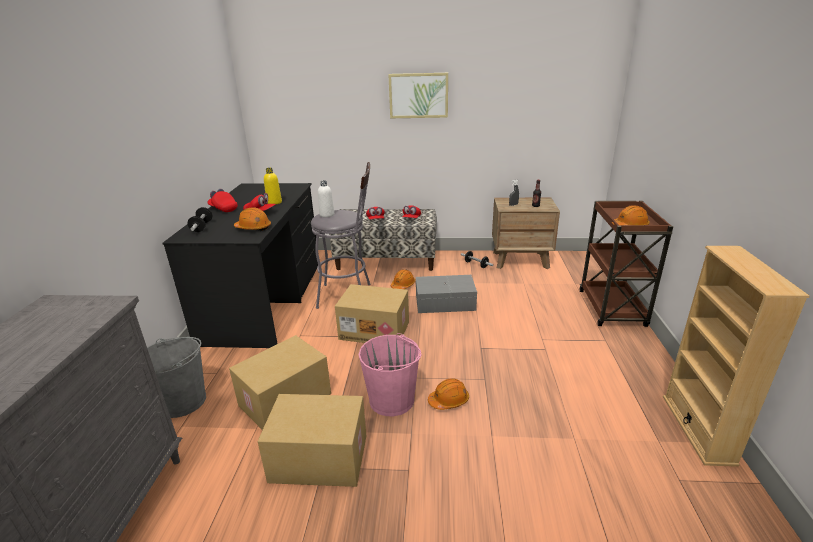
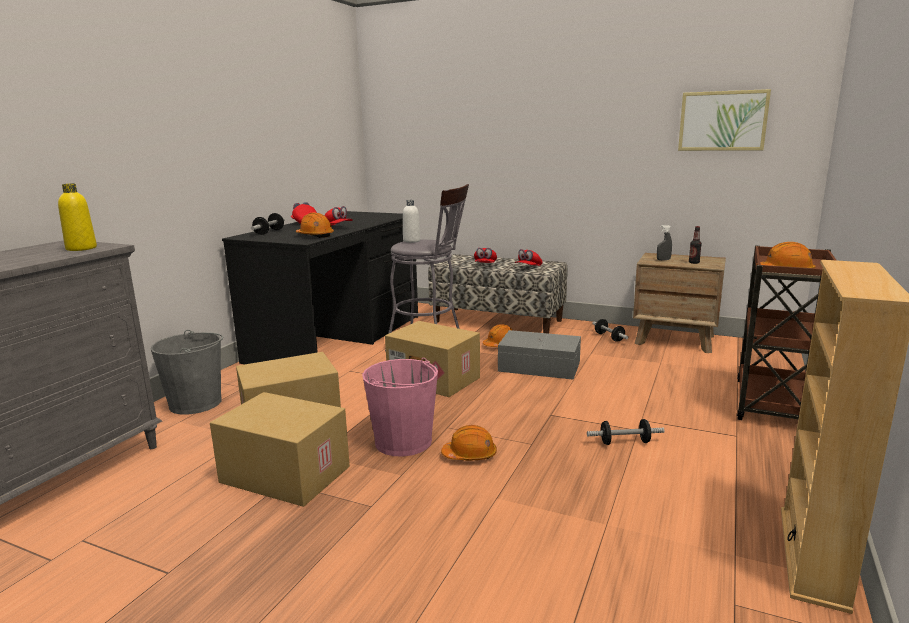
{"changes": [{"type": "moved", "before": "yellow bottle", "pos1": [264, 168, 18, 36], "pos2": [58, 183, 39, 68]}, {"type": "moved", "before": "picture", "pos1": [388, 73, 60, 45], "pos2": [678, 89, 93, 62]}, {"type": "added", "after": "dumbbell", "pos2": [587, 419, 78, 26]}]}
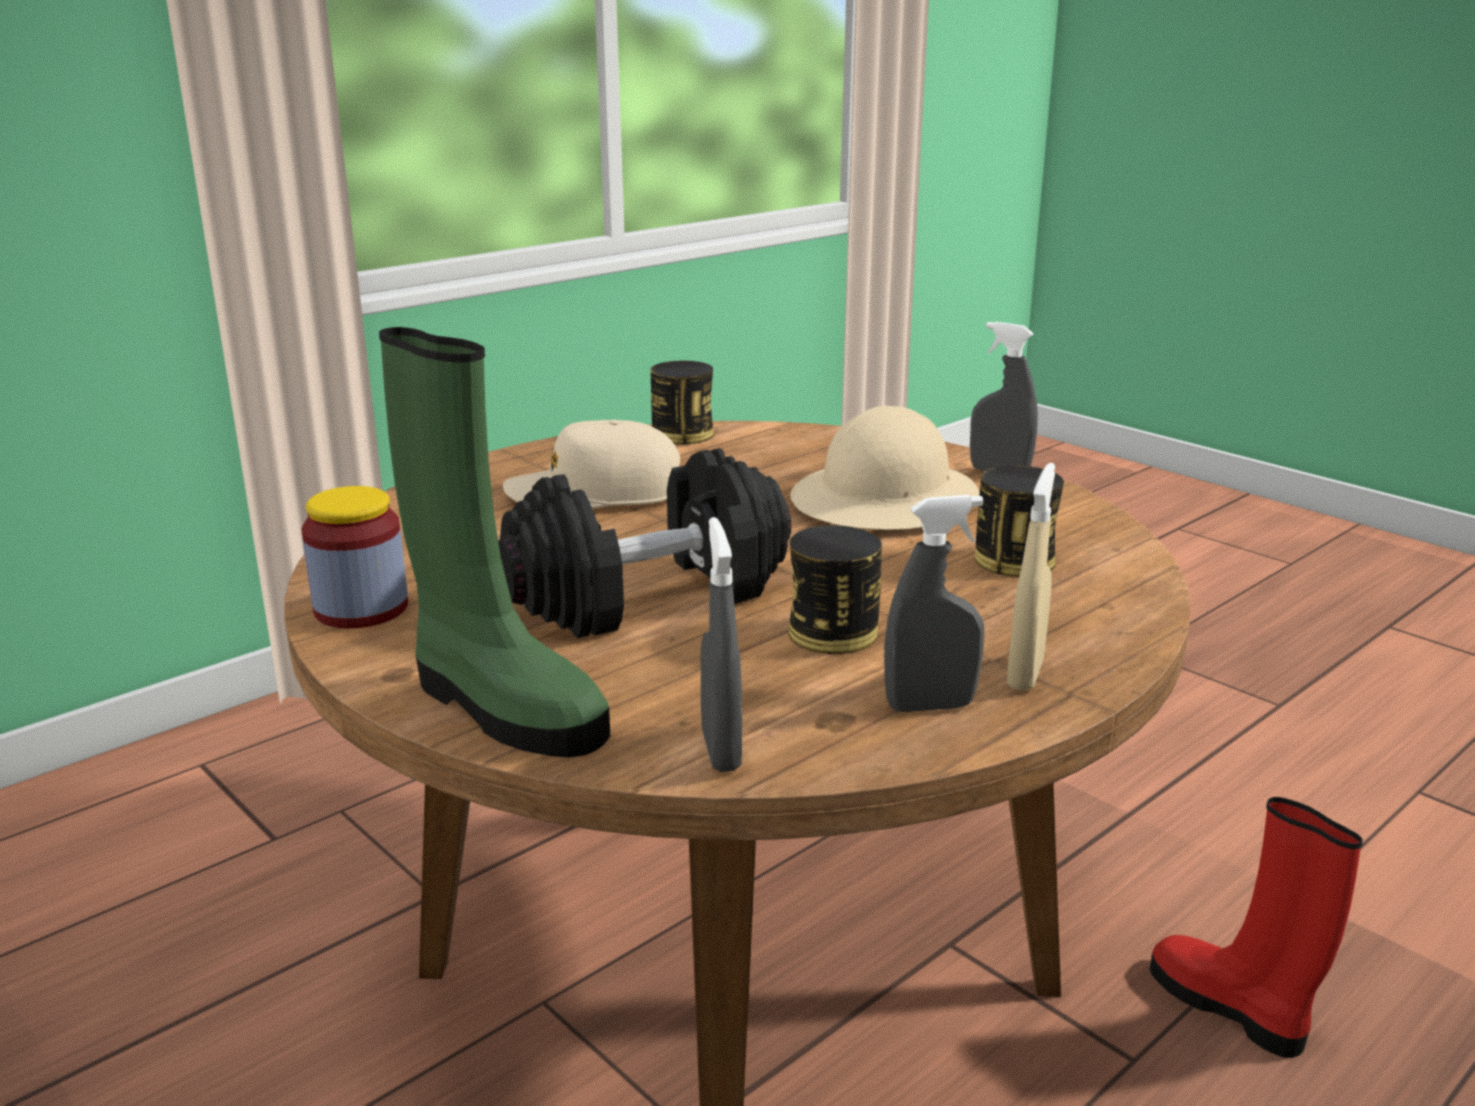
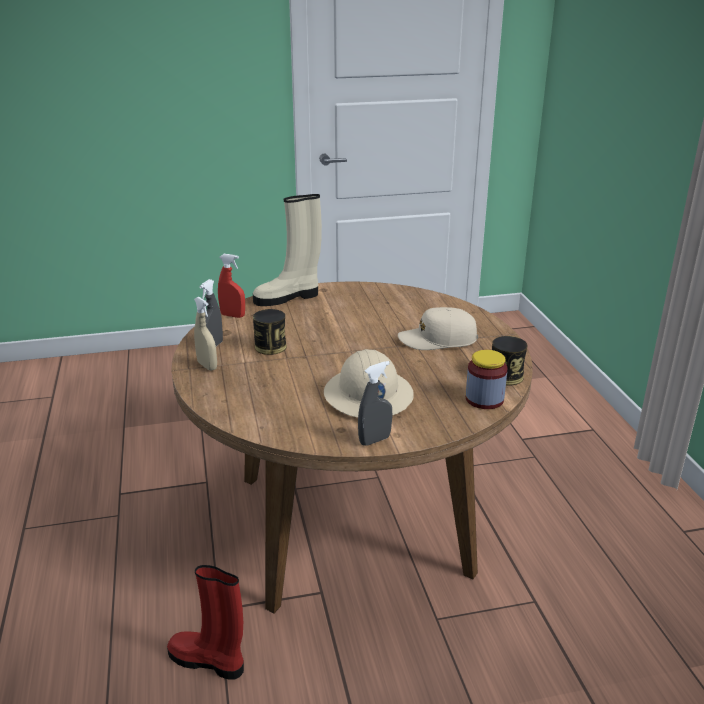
{"changes": [{"type": "moved", "before": "jar", "pos1": [301, 486, 107, 142], "pos2": [466, 350, 42, 59]}, {"type": "recoloured", "before": "green boot", "after": "beige boot", "pos1": [379, 327, 231, 430], "pos2": [253, 194, 69, 112]}, {"type": "removed", "before": "black dumbbell", "pos1": [498, 448, 293, 190]}, {"type": "turned", "before": "beige cap", "pos1": [503, 420, 177, 89], "pos2": [398, 307, 80, 43], "turn": -120}, {"type": "recoloured", "before": "grey spray bottle", "after": "red spray bottle", "pos1": [701, 517, 41, 255], "pos2": [218, 254, 27, 64]}, {"type": "removed", "before": "can", "pos1": [975, 465, 89, 112]}, {"type": "turned", "before": "red boot", "pos1": [1150, 797, 213, 261], "pos2": [167, 565, 77, 115], "turn": -150}]}
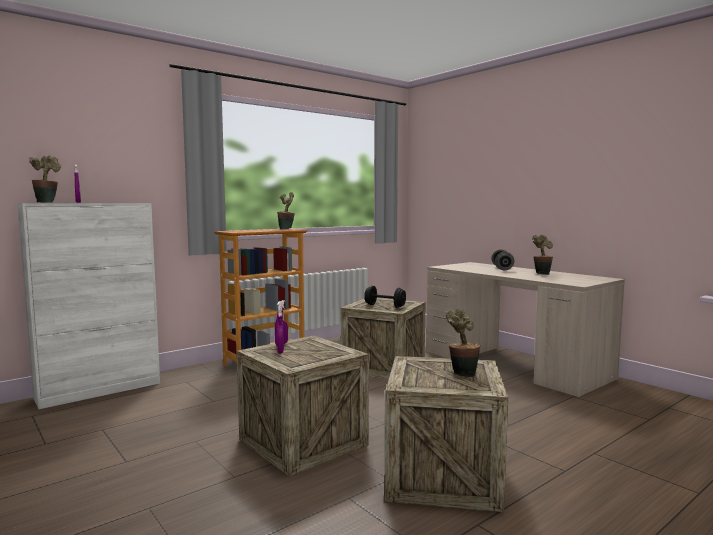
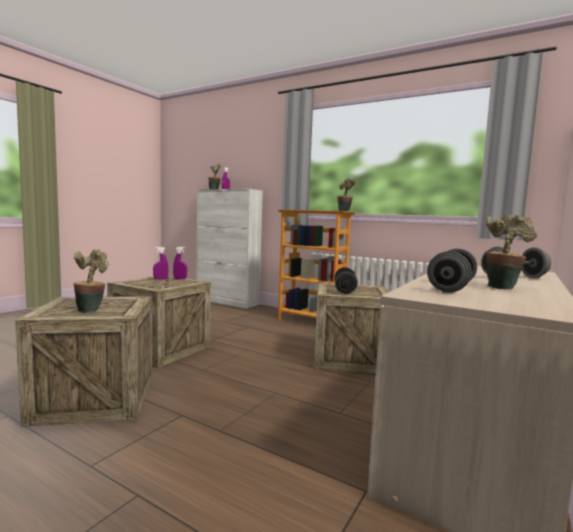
{"changes": [{"type": "added", "after": "grey dumbbell", "pos2": [427, 248, 50, 44]}]}
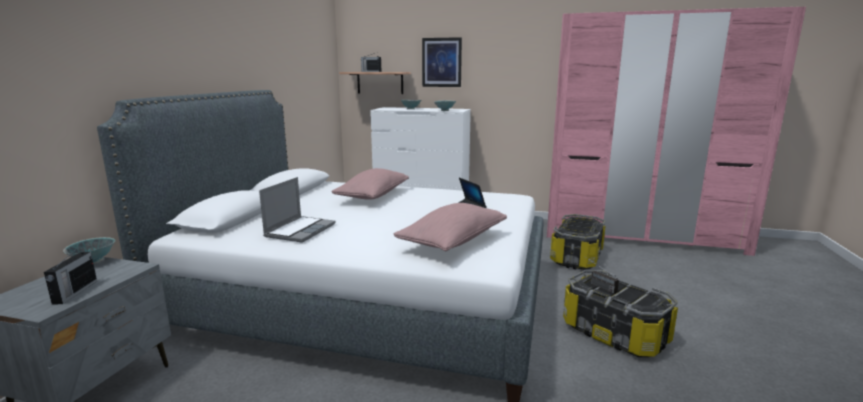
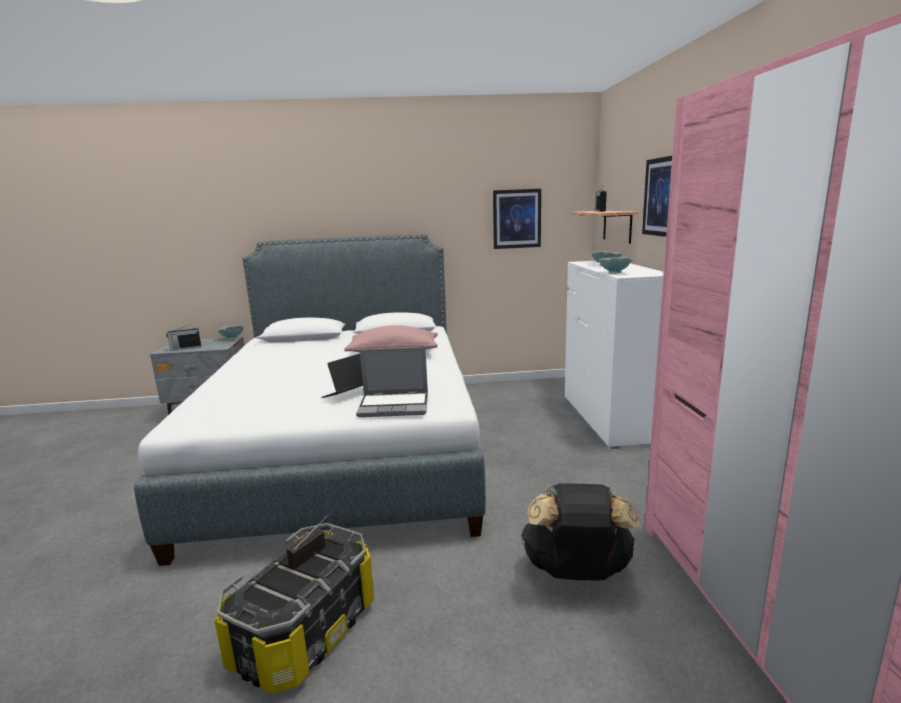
{"changes": [{"type": "moved", "before": "laptop", "pos1": [259, 177, 77, 66], "pos2": [356, 347, 72, 70]}, {"type": "removed", "before": "pink pillow", "pos1": [394, 203, 113, 48]}, {"type": "replaced", "before": "storage box", "after": "black backpack", "pos1": [550, 214, 56, 56], "pos2": [521, 483, 118, 98]}, {"type": "added", "after": "picture", "pos2": [493, 189, 48, 60]}]}
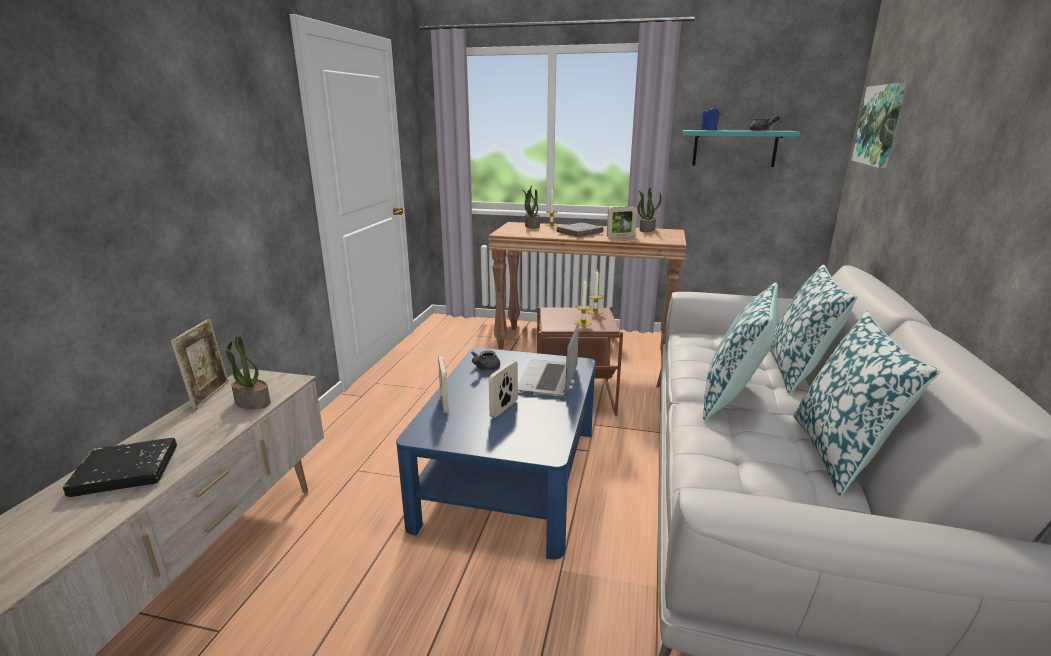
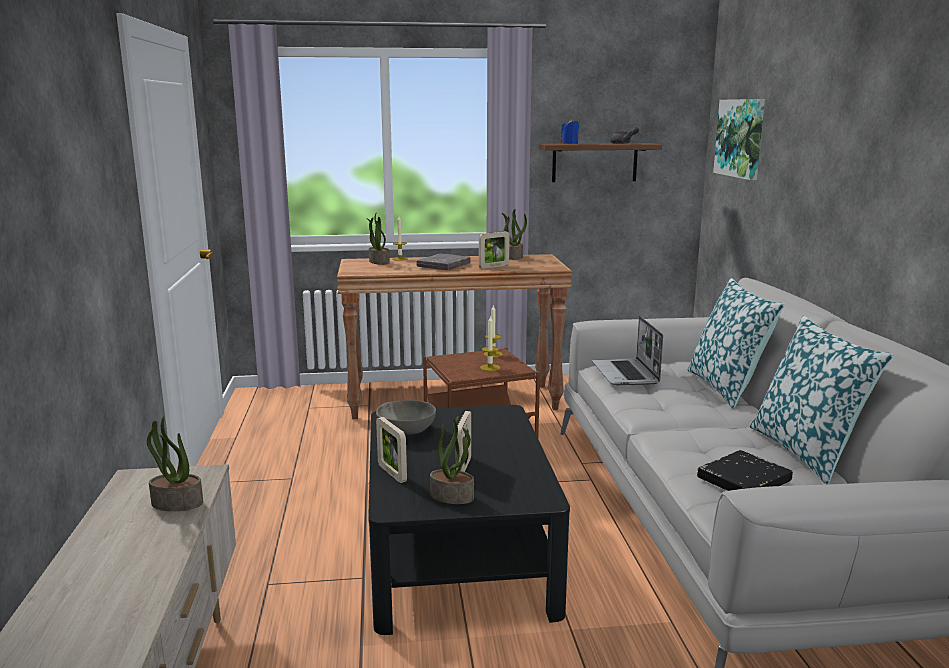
{"changes": [{"type": "moved", "before": "black book", "pos1": [63, 438, 114, 59], "pos2": [697, 450, 96, 41]}, {"type": "removed", "before": "picture frame", "pos1": [171, 319, 58, 91]}, {"type": "recoloured", "before": "blue coffee table", "after": "black coffee table", "pos1": [396, 348, 199, 212], "pos2": [368, 405, 202, 230]}, {"type": "replaced", "before": "grey teapot", "after": "grey bowl", "pos1": [471, 350, 29, 21], "pos2": [376, 400, 60, 34]}, {"type": "moved", "before": "laptop", "pos1": [518, 323, 61, 74], "pos2": [592, 316, 71, 69]}, {"type": "recoloured", "before": "turquoise shelf", "after": "brown shelf", "pos1": [682, 130, 118, 37], "pos2": [539, 143, 123, 39]}, {"type": "removed", "before": "pillow", "pos1": [703, 282, 75, 138]}, {"type": "added", "after": "potted plant", "pos2": [430, 416, 44, 88]}]}
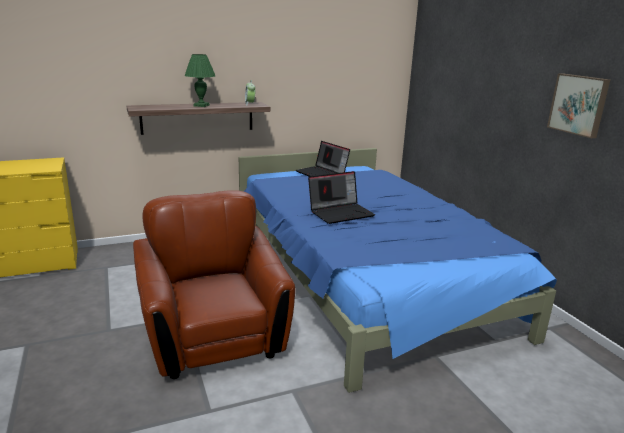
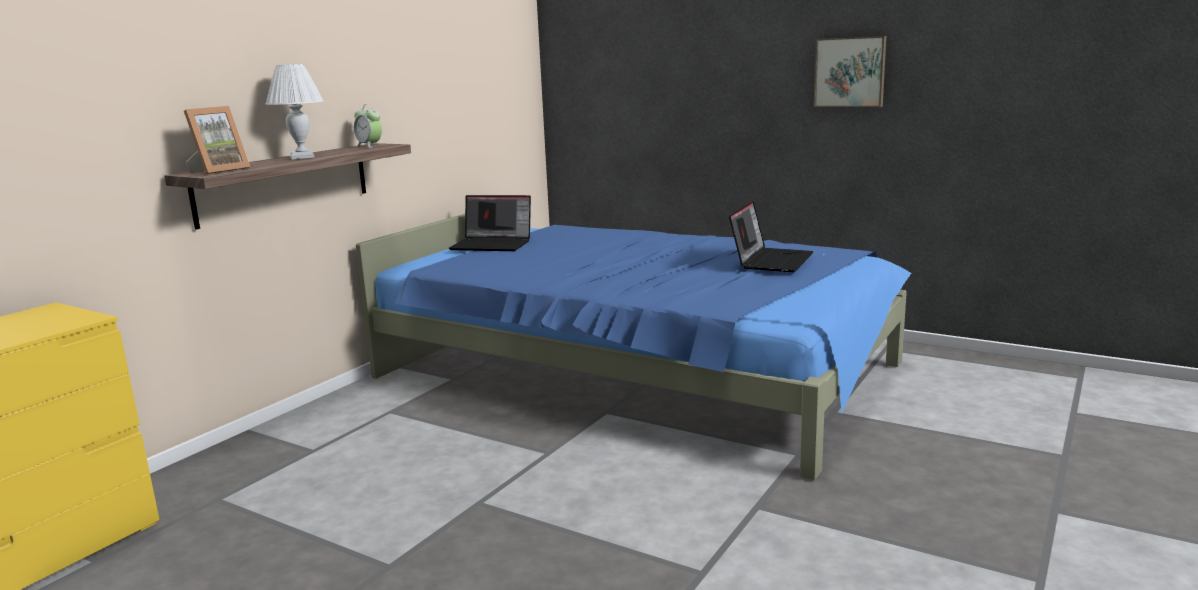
{"changes": [{"type": "removed", "before": "brown armchair", "pos1": [133, 190, 162, 189]}, {"type": "recoloured", "before": "green table lamp", "after": "white table lamp", "pos1": [185, 54, 30, 53], "pos2": [266, 64, 58, 95]}, {"type": "moved", "before": "laptop", "pos1": [308, 171, 67, 53], "pos2": [729, 201, 85, 71]}, {"type": "added", "after": "picture frame", "pos2": [184, 106, 66, 68]}]}
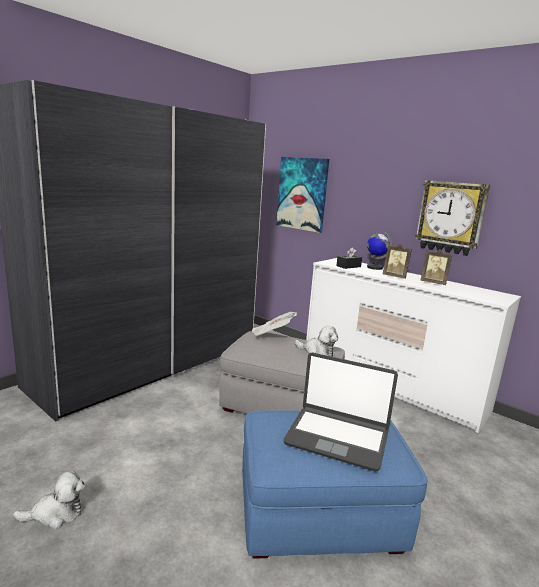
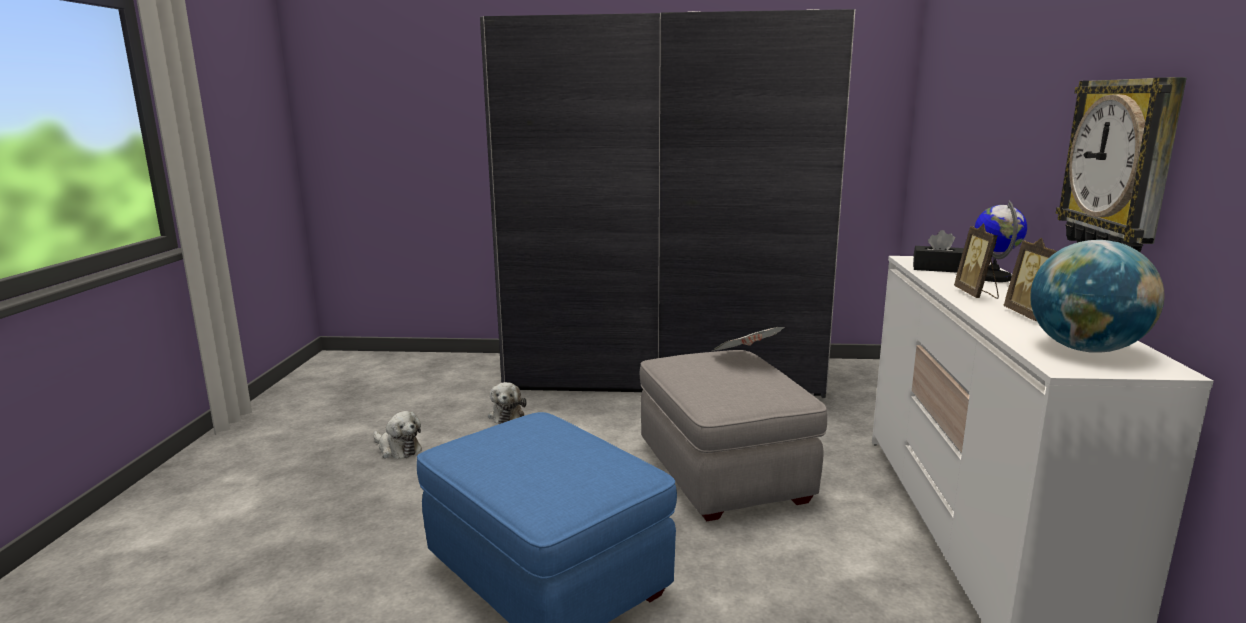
{"changes": [{"type": "removed", "before": "picture", "pos1": [276, 157, 53, 76]}, {"type": "removed", "before": "laptop", "pos1": [283, 353, 115, 118]}, {"type": "moved", "before": "plush toy", "pos1": [295, 326, 43, 31], "pos2": [488, 382, 39, 42]}, {"type": "added", "after": "globe", "pos2": [1030, 240, 135, 113]}]}
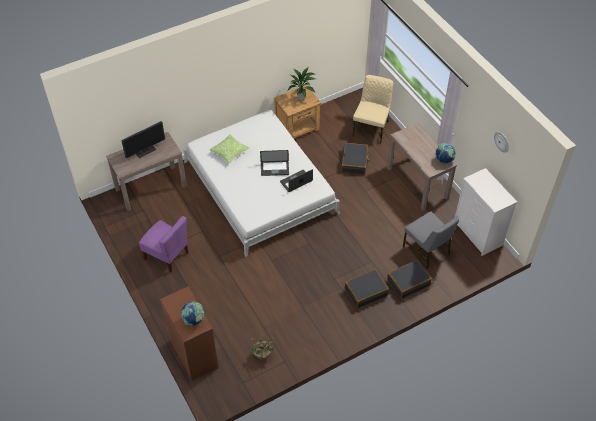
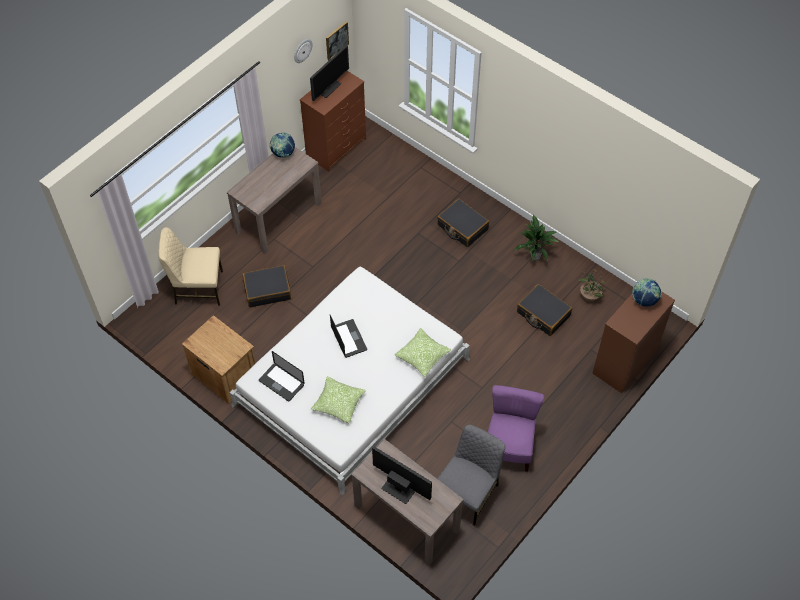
{"changes": [{"type": "moved", "before": "laptop", "pos1": [280, 169, 33, 23], "pos2": [259, 351, 46, 50]}, {"type": "moved", "before": "potted plant", "pos1": [288, 67, 29, 34], "pos2": [514, 214, 44, 47]}, {"type": "moved", "before": "black suitcase", "pos1": [387, 260, 45, 39], "pos2": [517, 284, 55, 52]}, {"type": "moved", "before": "grey chair", "pos1": [403, 211, 56, 58], "pos2": [437, 425, 68, 101]}, {"type": "recoloured", "before": "white dresser", "after": "brown dresser", "pos1": [455, 168, 62, 88], "pos2": [300, 71, 66, 101]}, {"type": "added", "after": "monitor", "pos2": [310, 45, 39, 56]}, {"type": "added", "after": "picture", "pos2": [326, 21, 23, 39]}, {"type": "added", "after": "pillow", "pos2": [394, 328, 57, 49]}]}
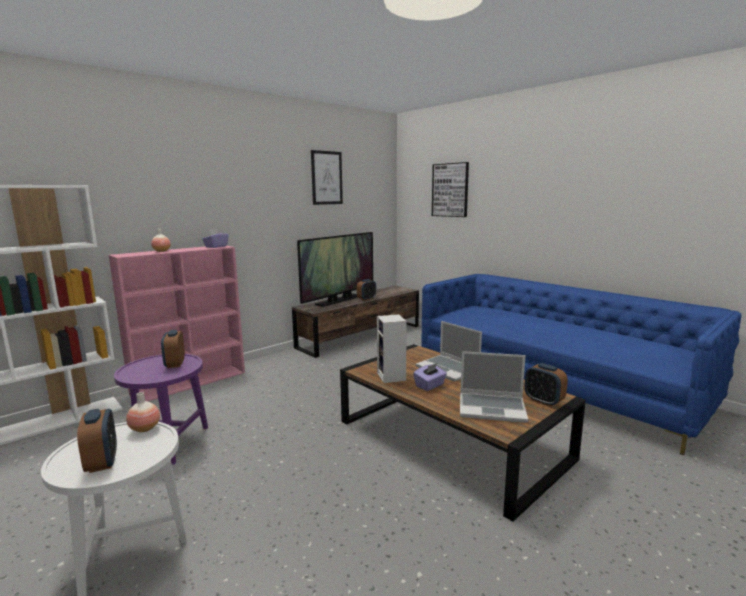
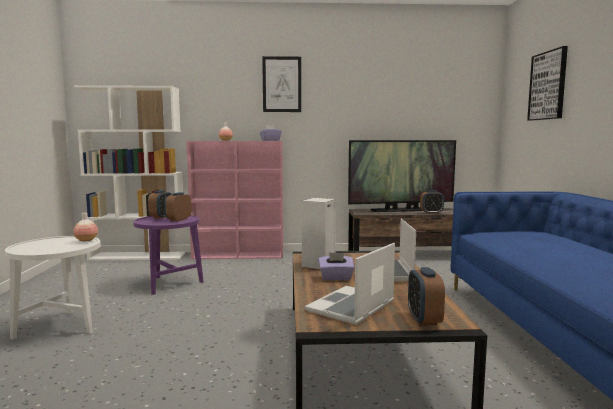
{"changes": [{"type": "moved", "before": "alarm clock", "pos1": [77, 409, 40, 64], "pos2": [148, 190, 24, 29]}, {"type": "moved", "before": "picture", "pos1": [311, 150, 32, 55], "pos2": [262, 56, 39, 56]}, {"type": "turned", "before": "laptop", "pos1": [460, 351, 68, 72], "pos2": [305, 243, 90, 82], "turn": 75}]}
